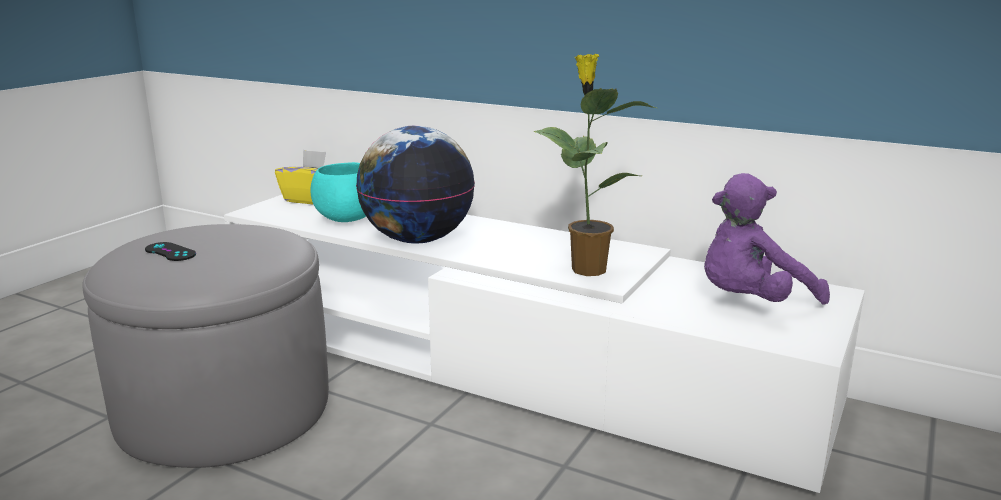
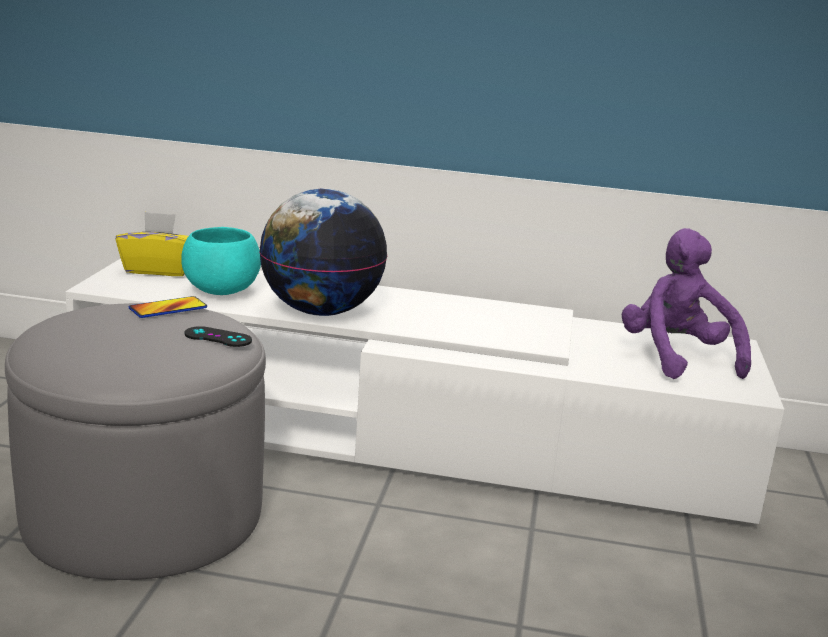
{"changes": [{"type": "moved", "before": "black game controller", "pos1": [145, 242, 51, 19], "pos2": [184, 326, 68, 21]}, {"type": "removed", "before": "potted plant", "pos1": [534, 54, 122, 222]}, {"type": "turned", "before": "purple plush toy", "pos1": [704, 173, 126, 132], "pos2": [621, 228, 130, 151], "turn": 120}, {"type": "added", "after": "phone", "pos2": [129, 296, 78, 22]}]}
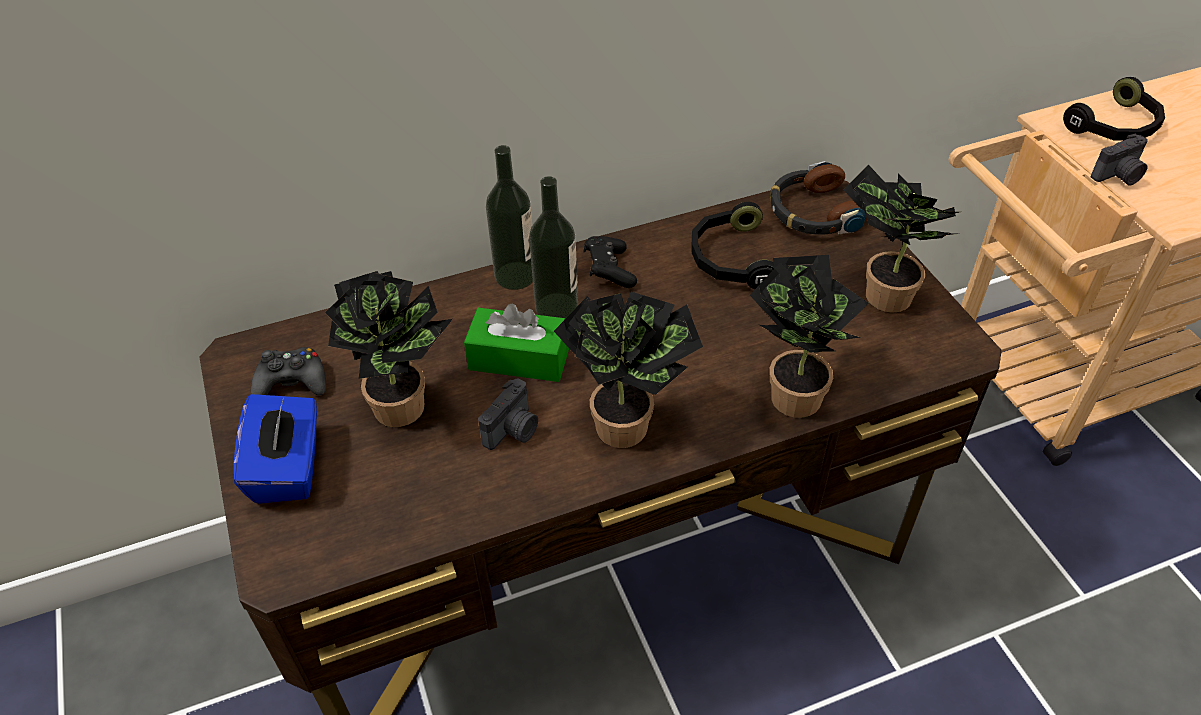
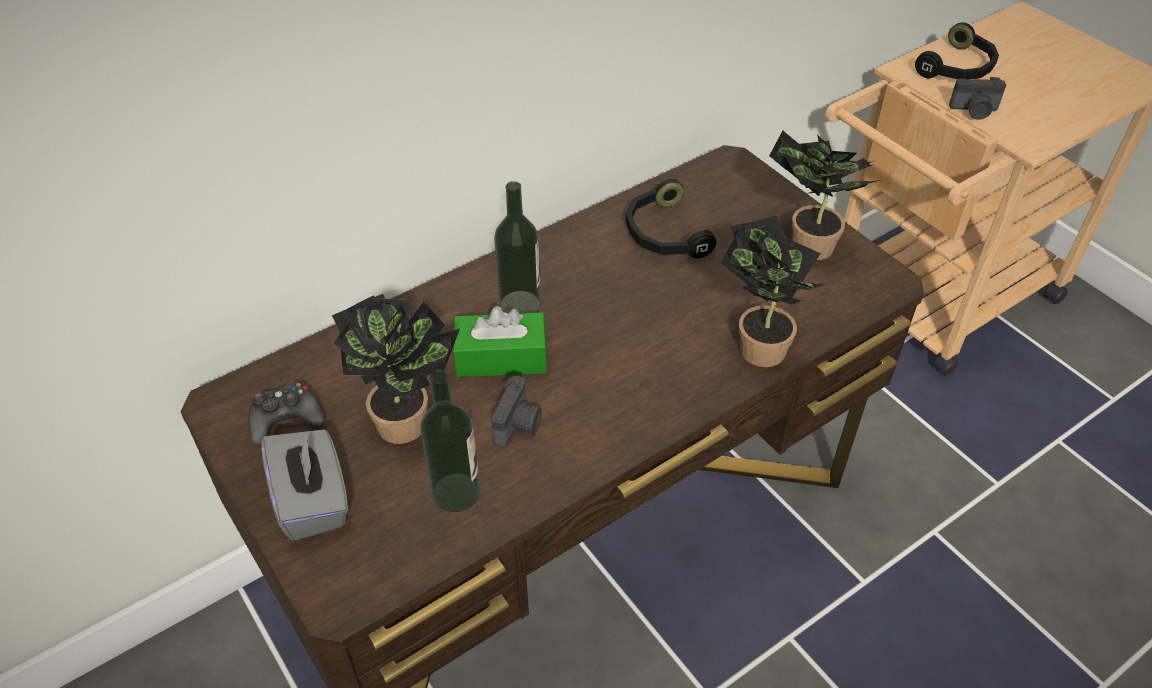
{"changes": [{"type": "recoloured", "before": "blue tissue box", "after": "grey tissue box", "pos1": [234, 394, 83, 110], "pos2": [261, 429, 87, 112]}, {"type": "moved", "before": "bottle", "pos1": [486, 145, 47, 145], "pos2": [420, 370, 60, 142]}, {"type": "removed", "before": "potted plant", "pos1": [554, 292, 149, 156]}, {"type": "removed", "before": "black game controller", "pos1": [583, 236, 54, 52]}, {"type": "removed", "before": "headphones", "pos1": [770, 161, 97, 74]}, {"type": "turned", "before": "photo camera", "pos1": [1091, 133, 57, 53], "pos2": [949, 77, 57, 43], "turn": 45}]}
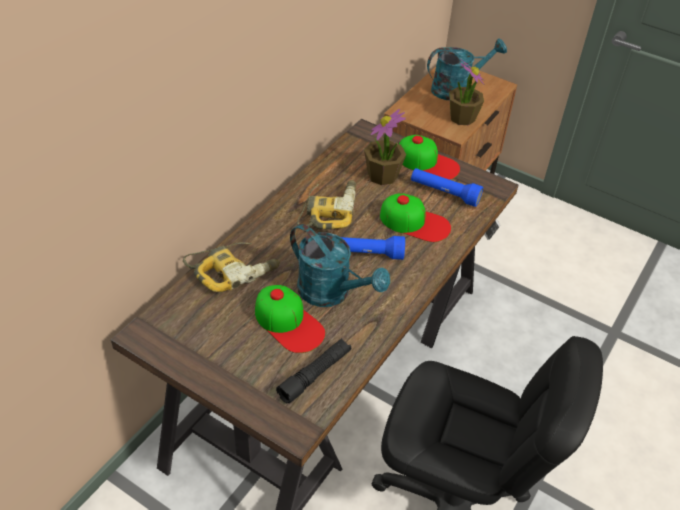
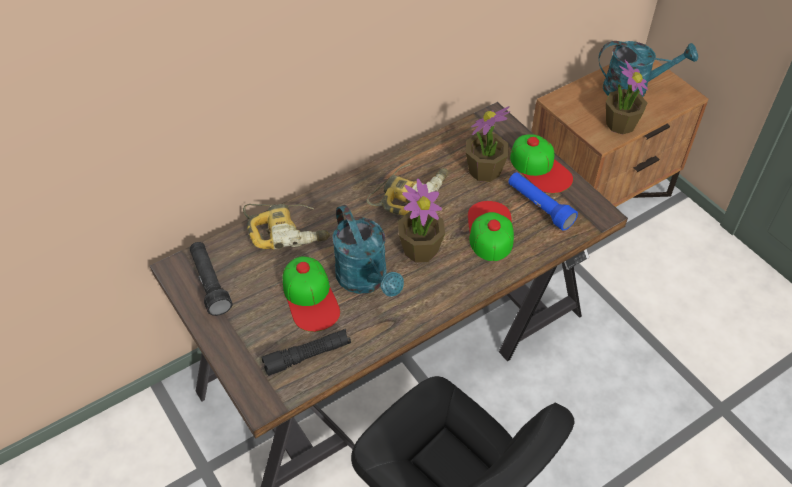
{"changes": [{"type": "replaced", "before": "blue flashlight", "after": "potted plant", "pos1": [341, 236, 64, 24], "pos2": [398, 178, 47, 85]}, {"type": "turned", "before": "cap", "pos1": [380, 193, 71, 49], "pos2": [468, 201, 46, 60], "turn": -135}, {"type": "added", "after": "black flashlight", "pos2": [190, 242, 43, 74]}]}
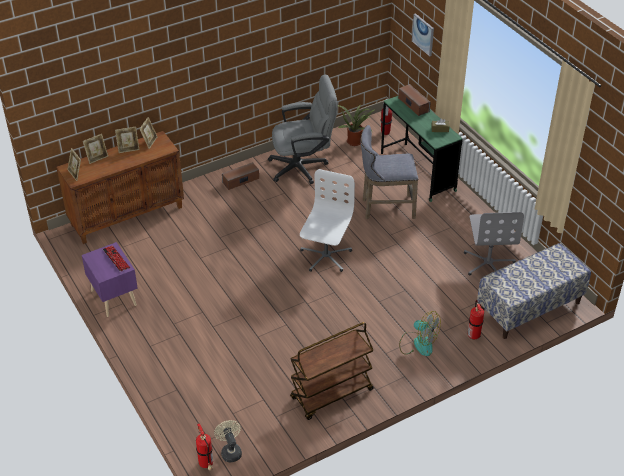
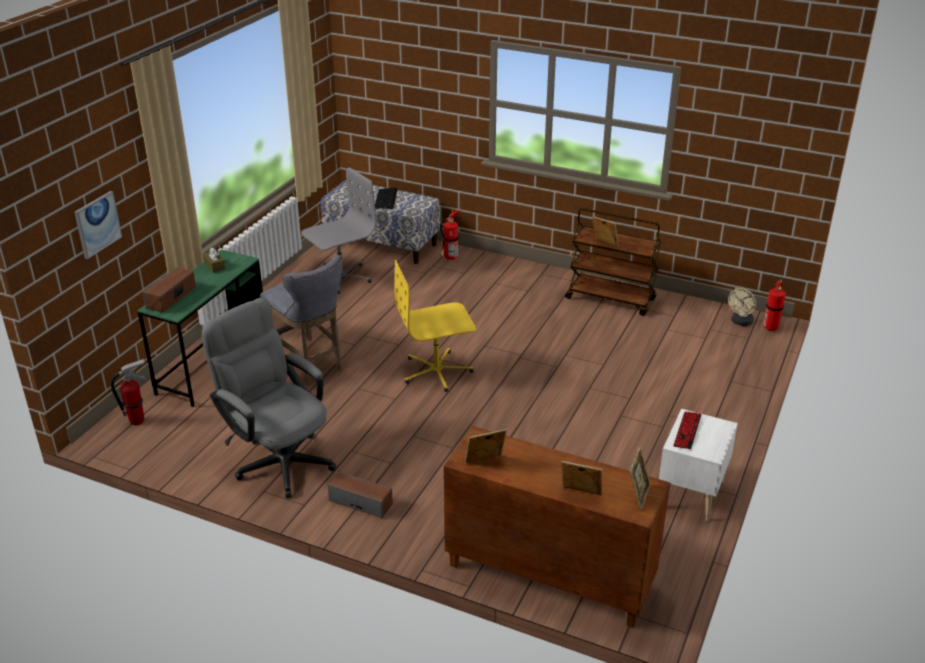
{"changes": [{"type": "recoloured", "before": "purple nightstand", "after": "white nightstand", "pos1": [82, 242, 56, 75], "pos2": [659, 409, 79, 112]}, {"type": "moved", "before": "picture frame", "pos1": [115, 127, 25, 26], "pos2": [592, 216, 27, 31]}, {"type": "recoloured", "before": "white office chair", "after": "yellow office chair", "pos1": [300, 169, 55, 103], "pos2": [394, 260, 82, 132]}, {"type": "removed", "before": "potted plant", "pos1": [338, 105, 37, 41]}, {"type": "removed", "before": "fan", "pos1": [399, 311, 42, 45]}, {"type": "added", "after": "keyboard", "pos2": [375, 187, 22, 22]}]}
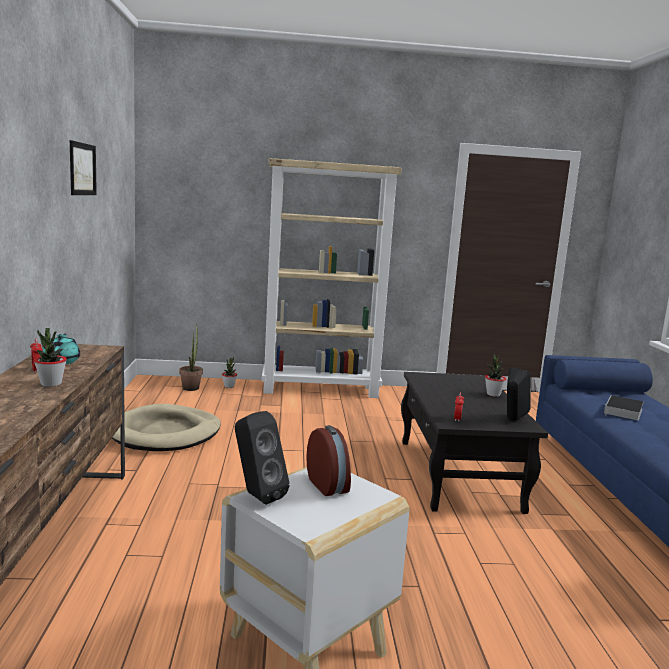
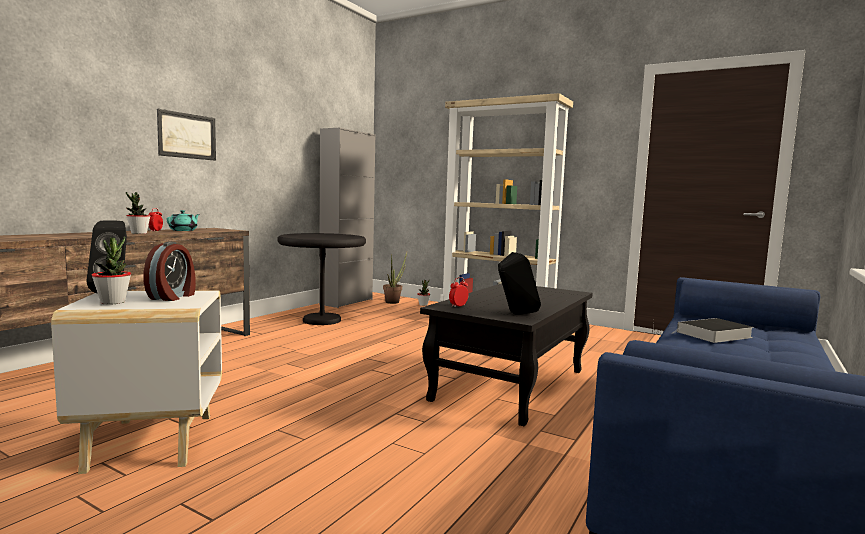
{"changes": [{"type": "moved", "before": "picture", "pos1": [70, 140, 27, 55], "pos2": [157, 109, 59, 52]}, {"type": "replaced", "before": "beige dog bed", "after": "black side table", "pos1": [112, 404, 109, 47], "pos2": [278, 233, 88, 92]}, {"type": "moved", "before": "potted plant", "pos1": [485, 354, 21, 43], "pos2": [92, 236, 39, 69]}, {"type": "added", "after": "grey cabinet", "pos2": [319, 128, 56, 180]}]}
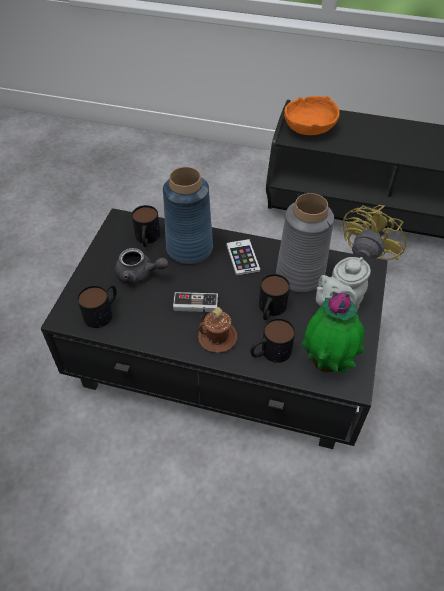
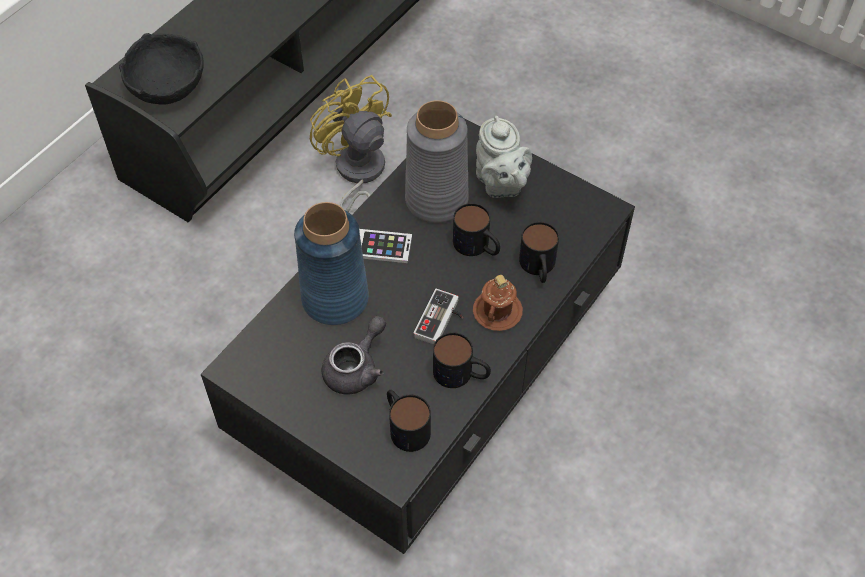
{"changes": [{"type": "moved", "before": "mug", "pos1": [132, 205, 28, 42], "pos2": [433, 332, 58, 56]}, {"type": "recoloured", "before": "orange bowl", "after": "black bowl", "pos1": [284, 96, 55, 39], "pos2": [119, 33, 85, 72]}, {"type": "removed", "before": "potted plant", "pos1": [302, 293, 63, 79]}]}
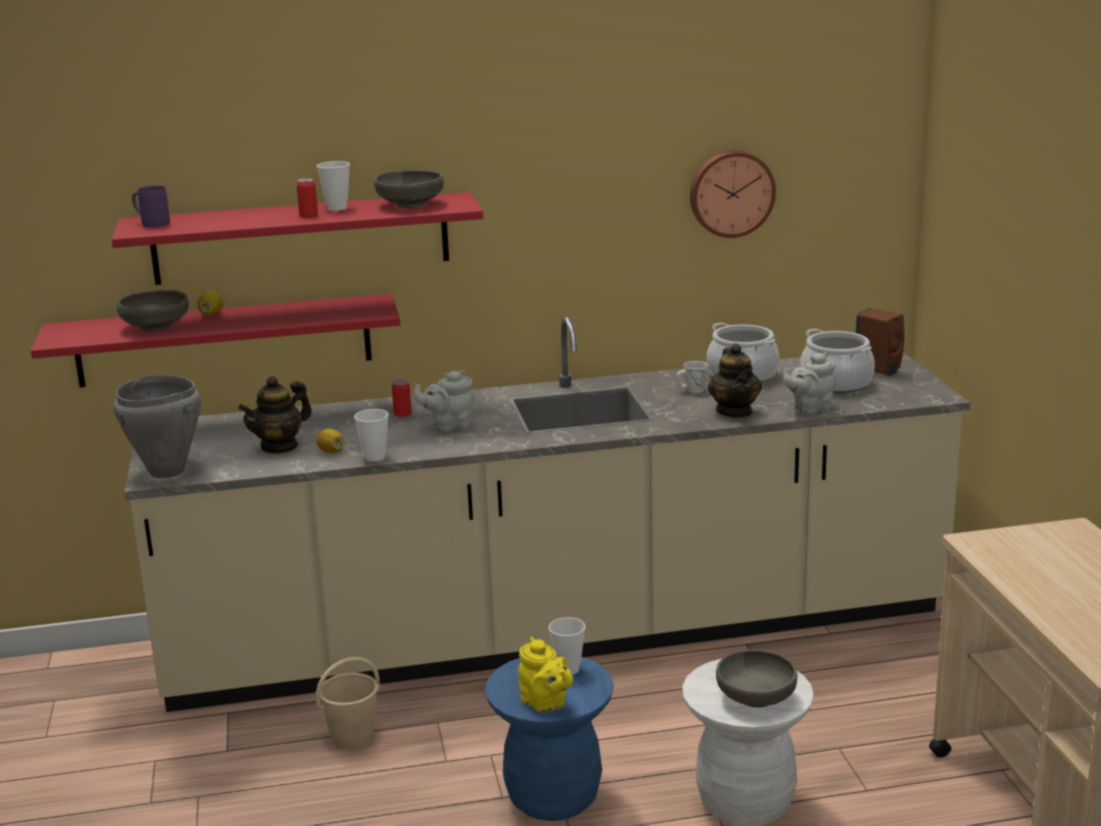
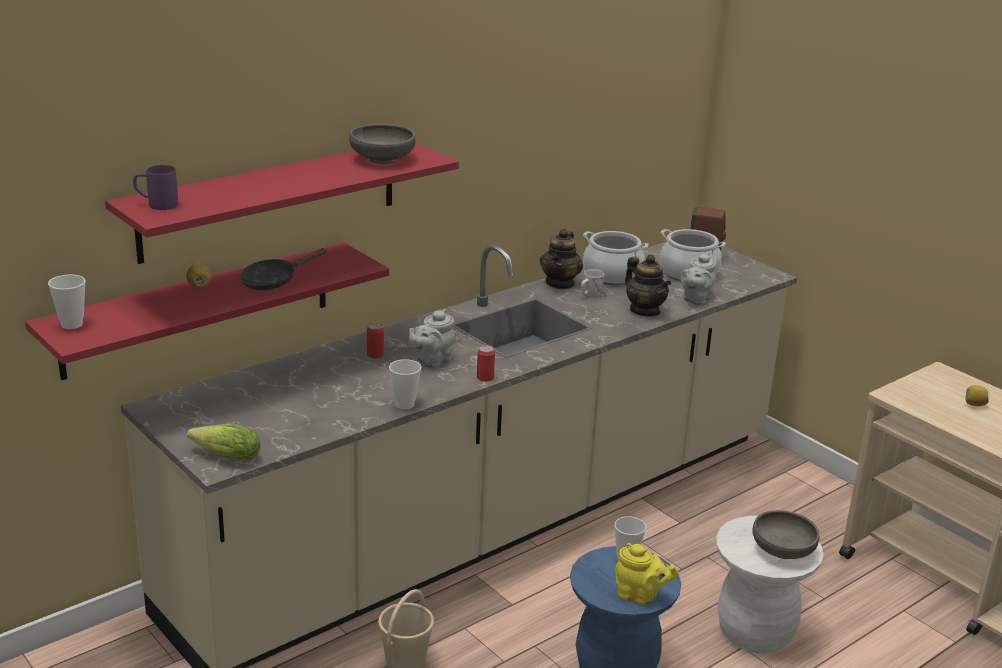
{"changes": [{"type": "replaced", "before": "grey cooking pot", "after": "lettuce", "pos1": [113, 375, 88, 103], "pos2": [187, 424, 74, 36]}, {"type": "removed", "before": "grey bowl", "pos1": [117, 290, 72, 41]}, {"type": "moved", "before": "teapot", "pos1": [238, 376, 74, 78], "pos2": [540, 229, 43, 60]}, {"type": "moved", "before": "can", "pos1": [296, 178, 22, 40], "pos2": [477, 345, 18, 37]}, {"type": "moved", "before": "lemon", "pos1": [316, 429, 28, 24], "pos2": [965, 385, 23, 21]}, {"type": "moved", "before": "cup", "pos1": [317, 161, 33, 50], "pos2": [48, 275, 38, 54]}, {"type": "removed", "before": "wall clock", "pos1": [690, 150, 86, 88]}, {"type": "added", "after": "black frying pan", "pos2": [240, 248, 87, 42]}]}
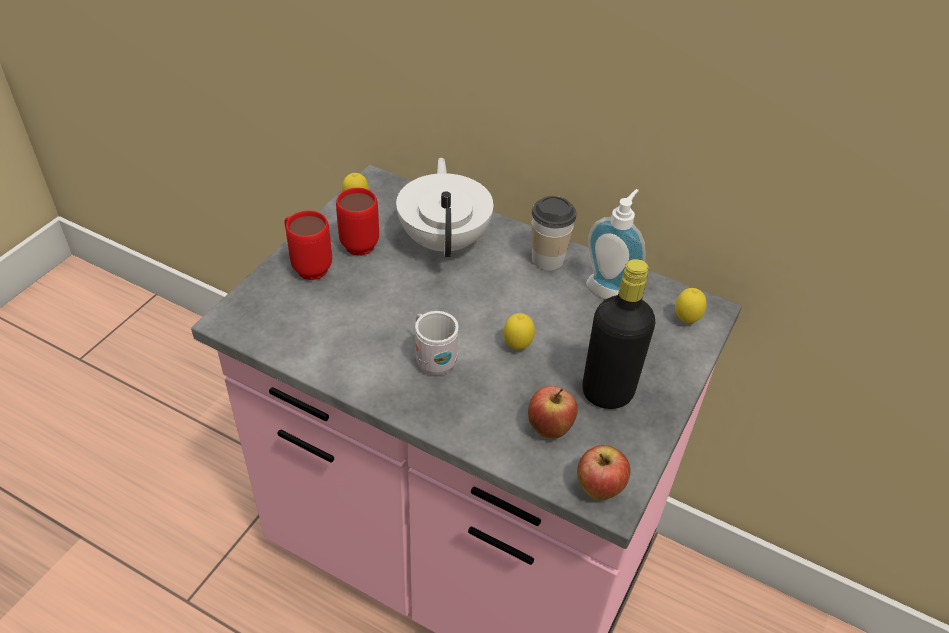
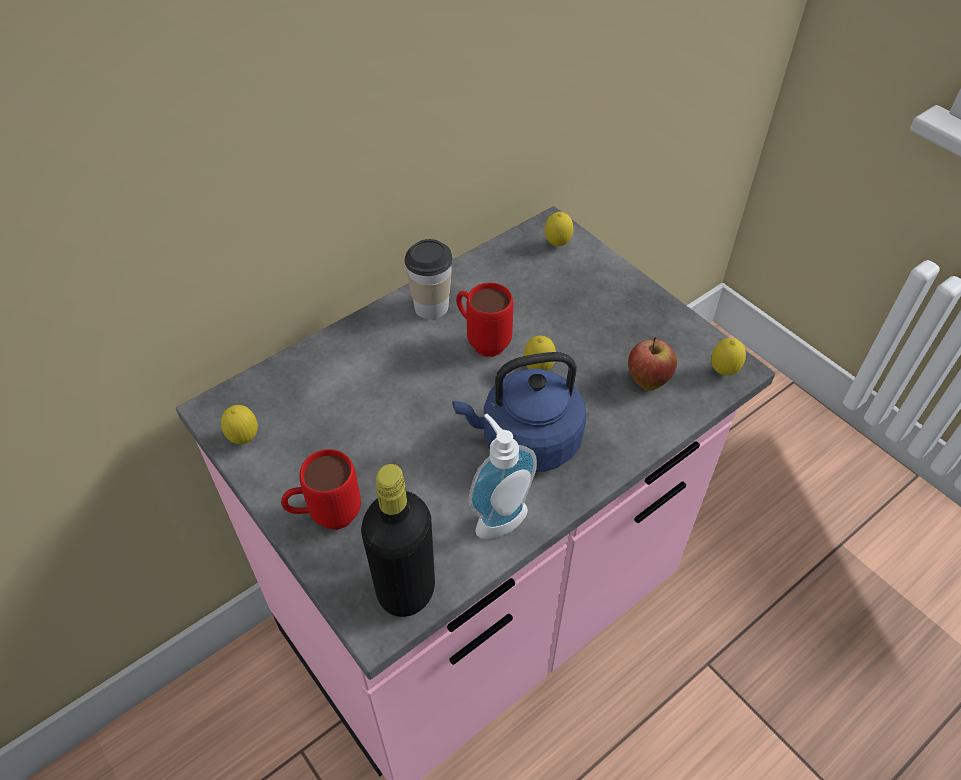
{"changes": [{"type": "moved", "before": "red mug", "pos1": [336, 188, 43, 68], "pos2": [456, 283, 57, 74]}, {"type": "removed", "before": "white teapot", "pos1": [396, 158, 98, 99]}, {"type": "replaced", "before": "white mug", "after": "blue kettle", "pos1": [415, 311, 44, 64], "pos2": [452, 352, 134, 120]}, {"type": "replaced", "before": "apple", "after": "lemon", "pos1": [577, 445, 54, 55], "pos2": [711, 338, 35, 38]}, {"type": "moved", "before": "black bottle", "pos1": [582, 259, 74, 150], "pos2": [361, 464, 74, 153]}, {"type": "moved", "before": "soap dispenser", "pos1": [586, 189, 60, 110], "pos2": [469, 414, 68, 125]}]}
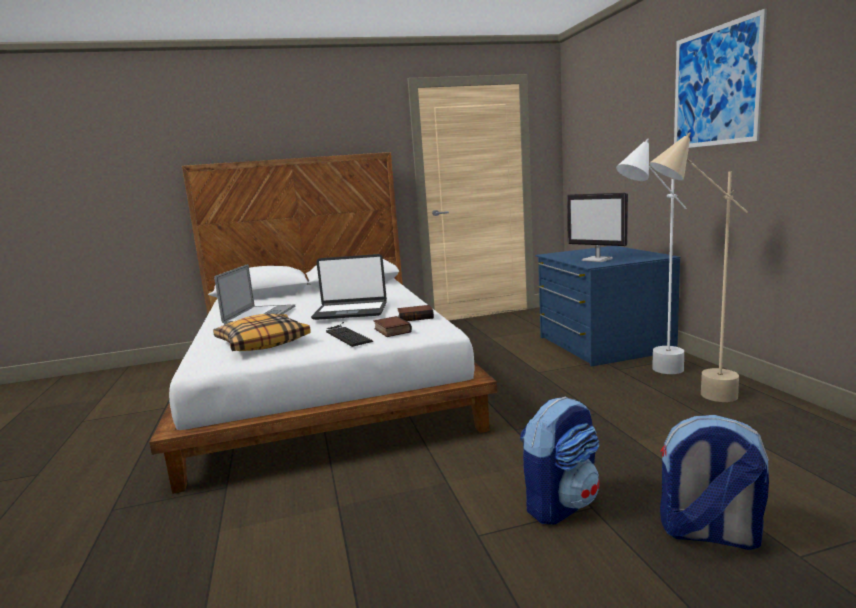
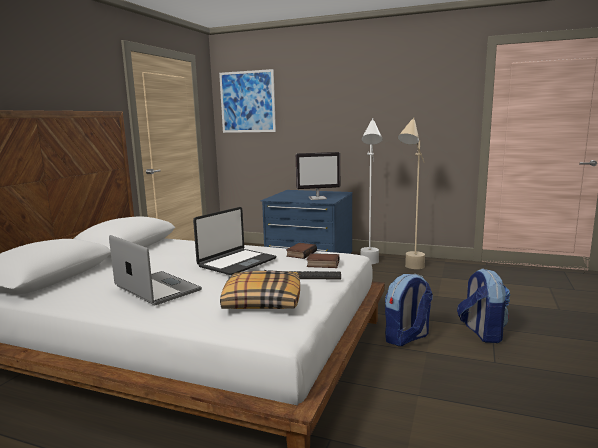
{"changes": [{"type": "moved", "before": "backpack", "pos1": [660, 415, 109, 135], "pos2": [385, 274, 48, 72]}, {"type": "moved", "before": "picture", "pos1": [674, 9, 93, 139], "pos2": [219, 69, 57, 64]}]}
